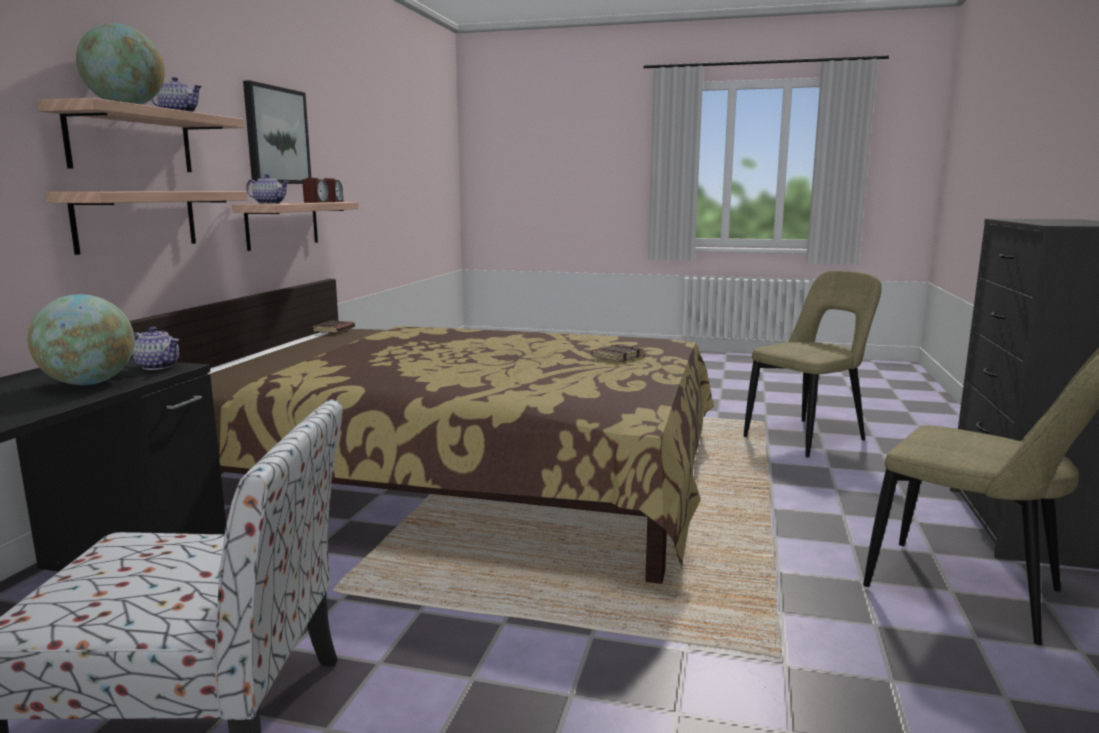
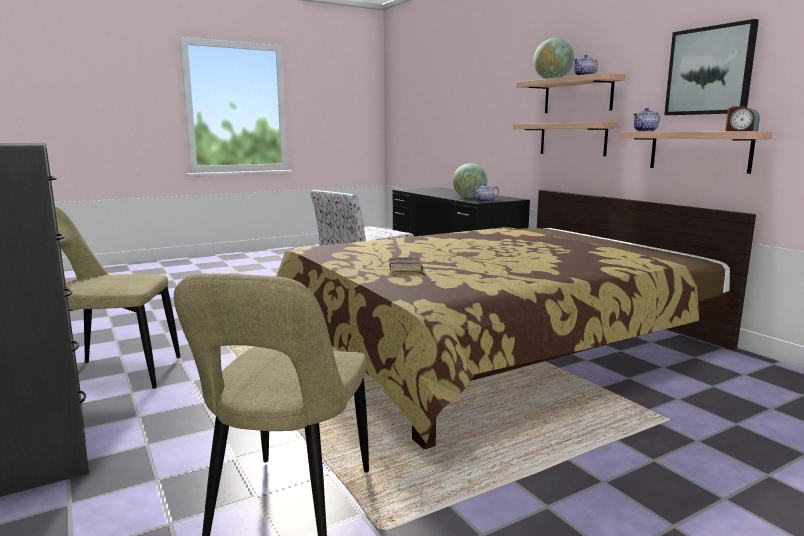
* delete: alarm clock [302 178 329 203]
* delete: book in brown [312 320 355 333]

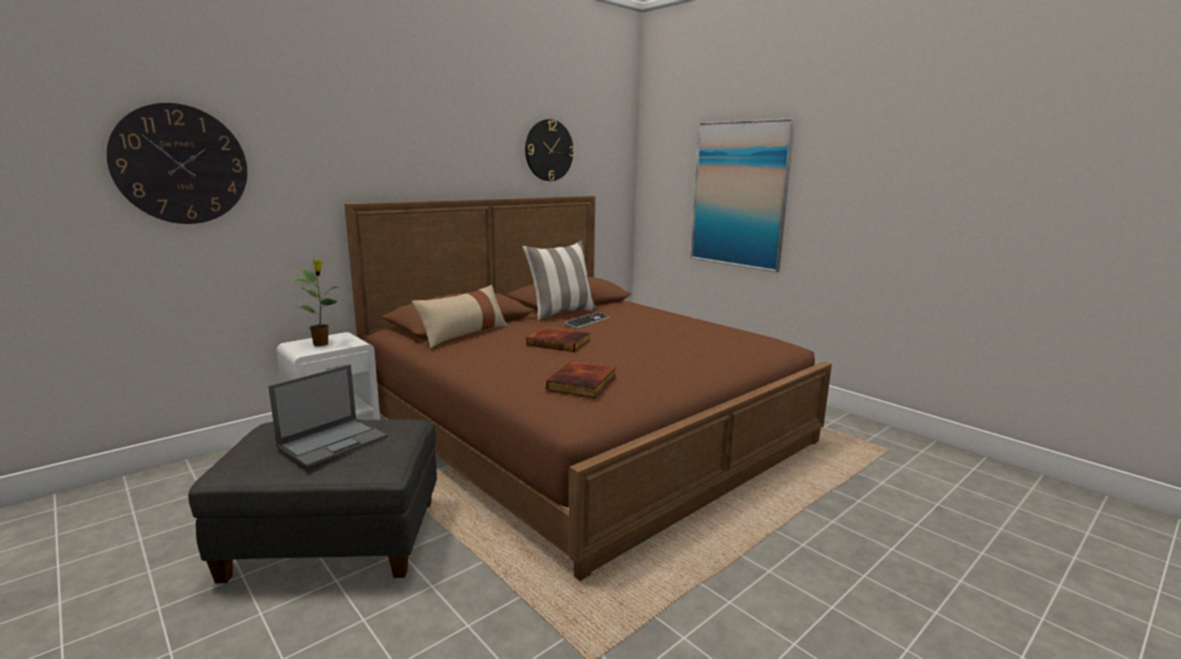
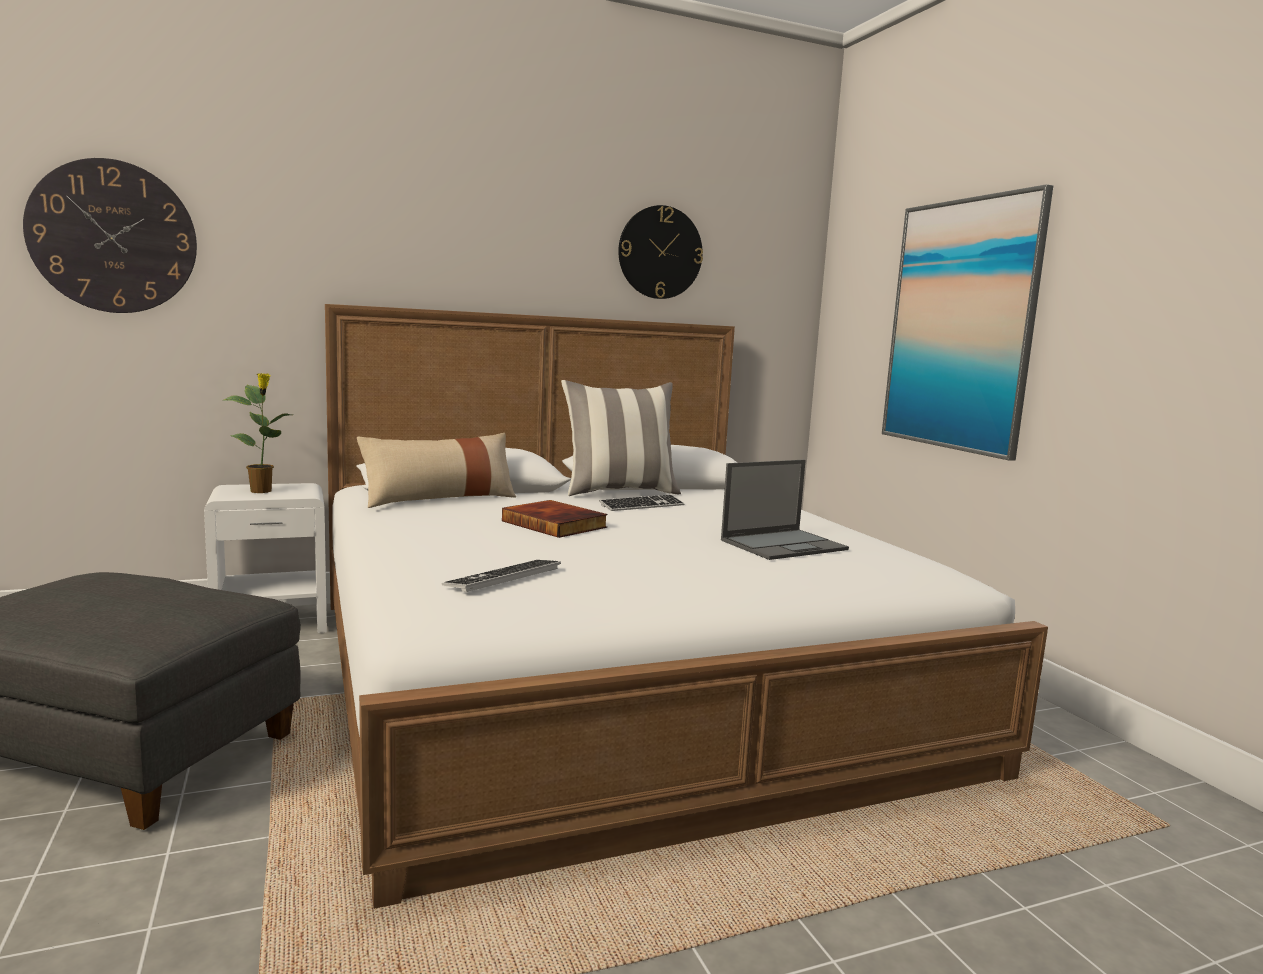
* recolor: bed in brown [344 196 832 581] to bed in white [325 304 1048 909]
* replace: book [547 361 616 398] to keyboard [442 560 561 592]
* move: laptop [268 365 387 467] to [721 460 849 560]

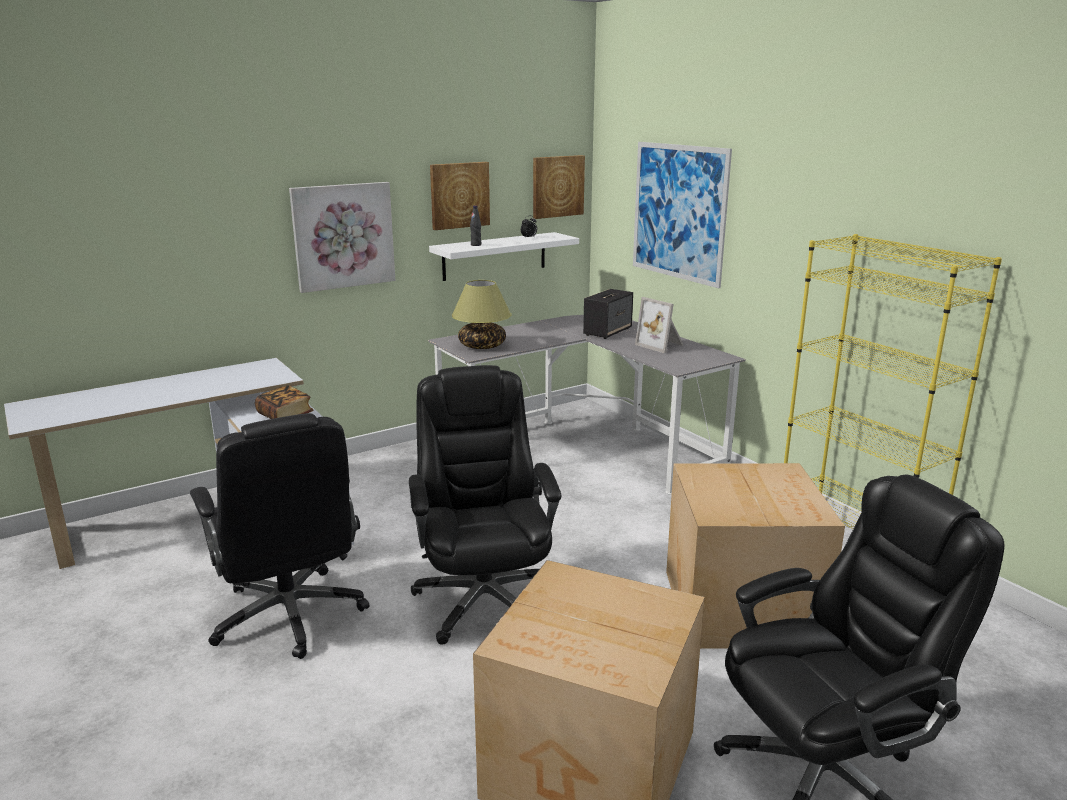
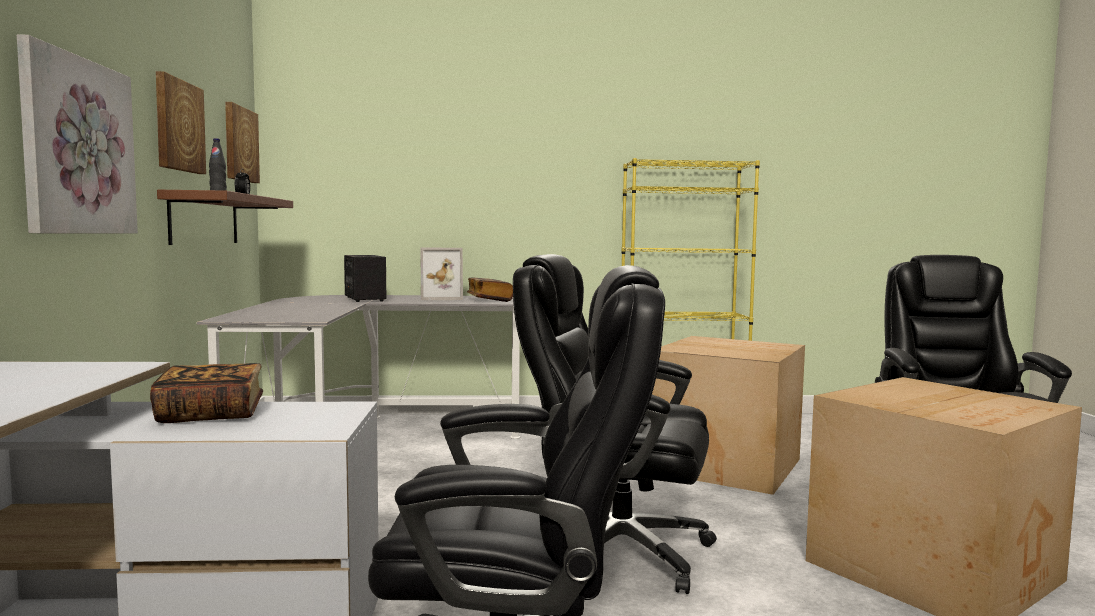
* delete: picture [633 142 732 288]
* recolor: shelf in white [429 232 579 281] to shelf in brown [157 190 293 245]
* delete: table lamp [452 280 511 349]
* insert: book [467 277 513 302]

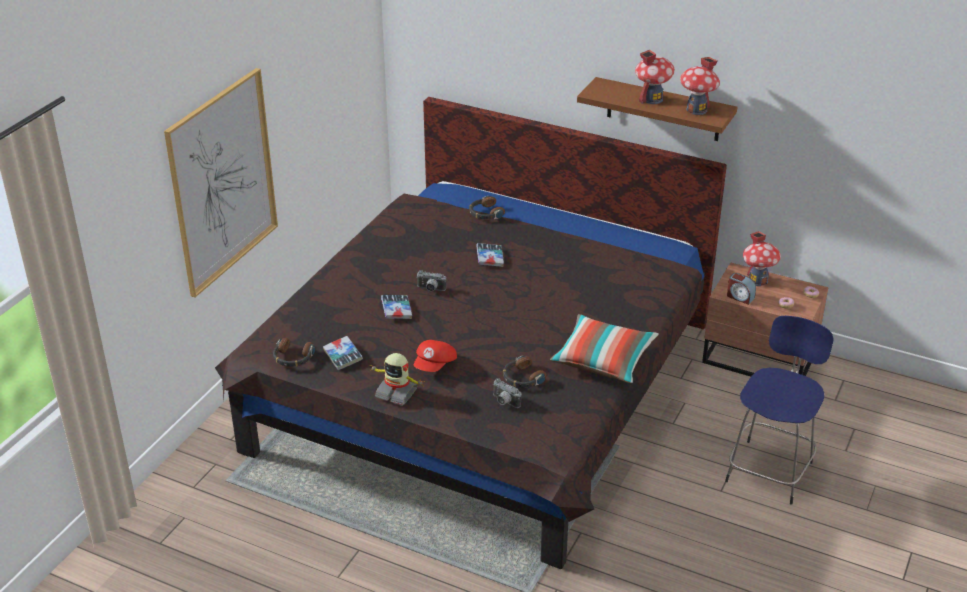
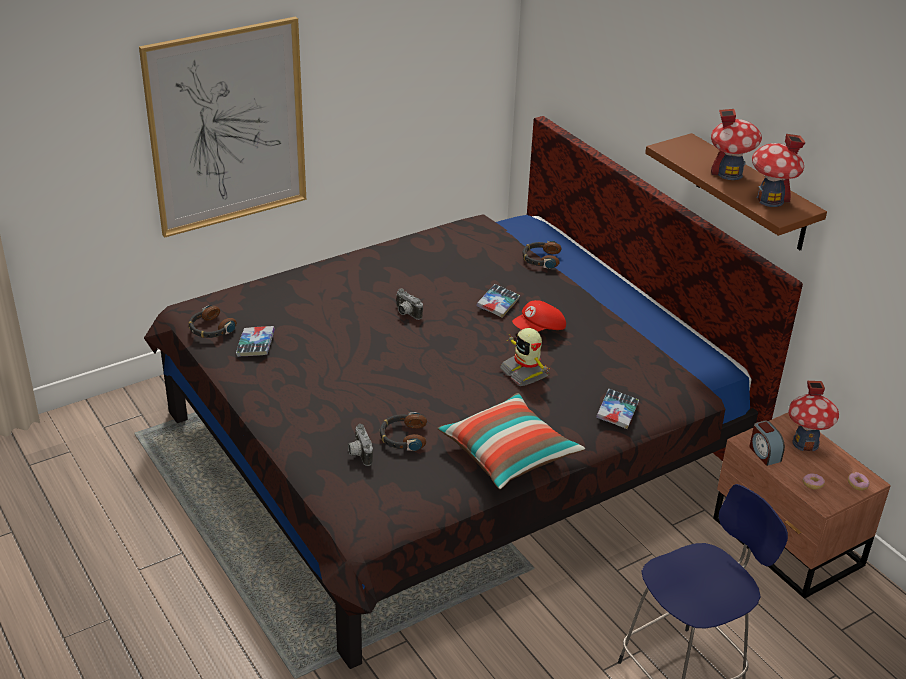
* move: book [381 295 412 319] to [596 389 639 429]
* move: cap in red [414 340 457 372] to [512 300 566 332]
* move: toy robot [370 353 425 406] to [500 328 550 386]

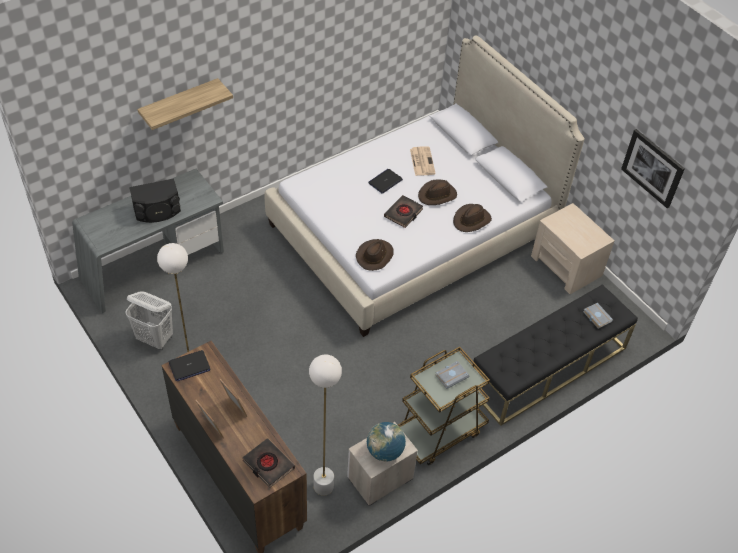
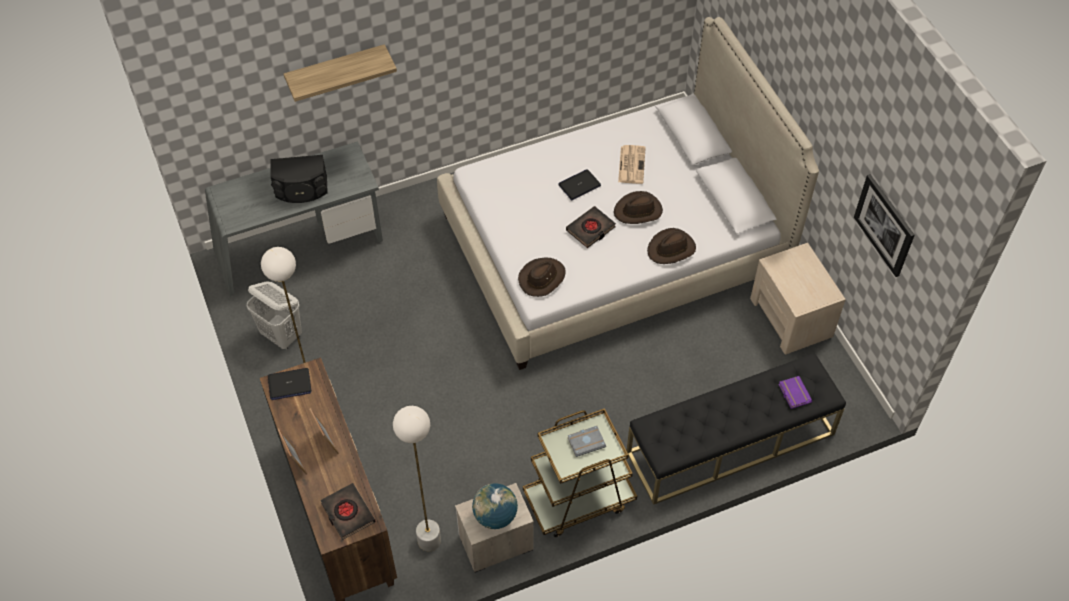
* recolor: book in grey [583 303 613 329] to book in purple [778 376 812 409]

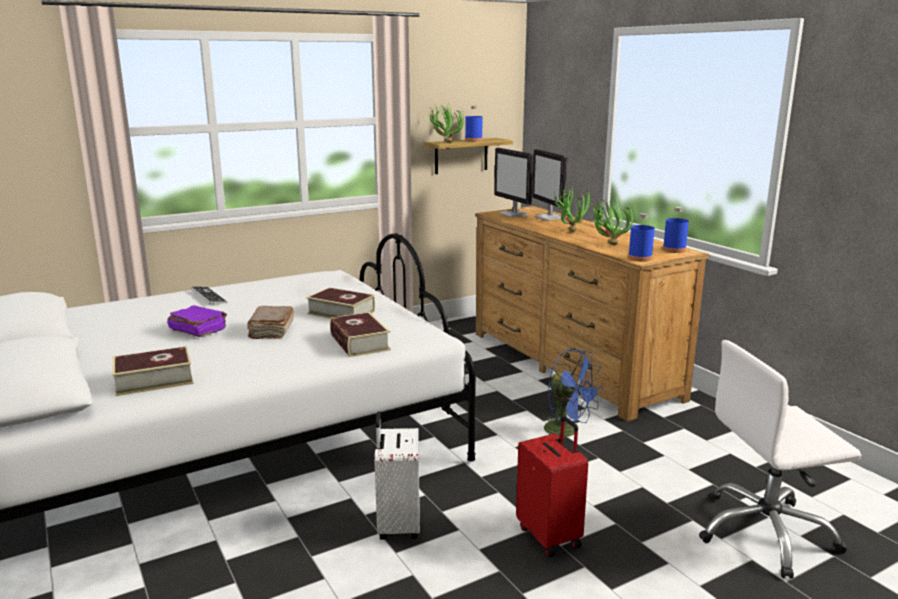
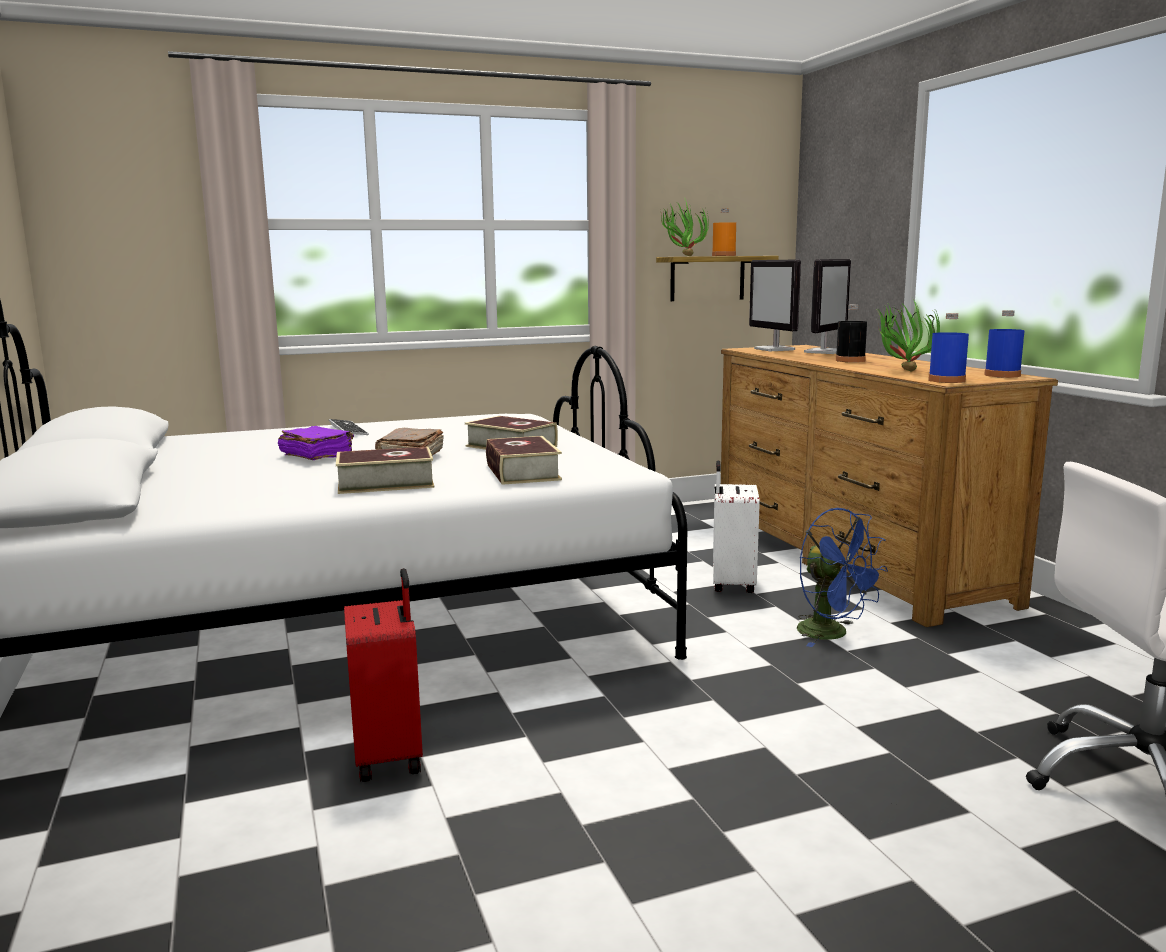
* recolor: bottle in blue [465 106 483 142] to bottle in orange [712 208 736 256]
* rotate: monitor [532 149 567 220] = [804 259 851 354] 135 degrees counterclockwise
* replace: potted plant [554 187 592 232] to bottle in black [836 305 867 362]
* move: book [112 346 193 396] to [336 447 435 494]
* move: suitcase in white [375 412 420 540] to [713 461 760 593]
* move: suitcase in red [516 416 588 557] to [344 568 423 782]

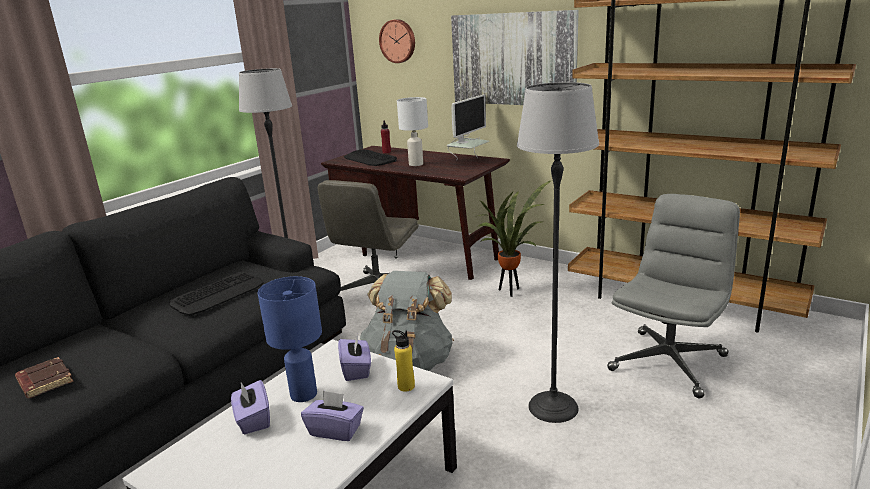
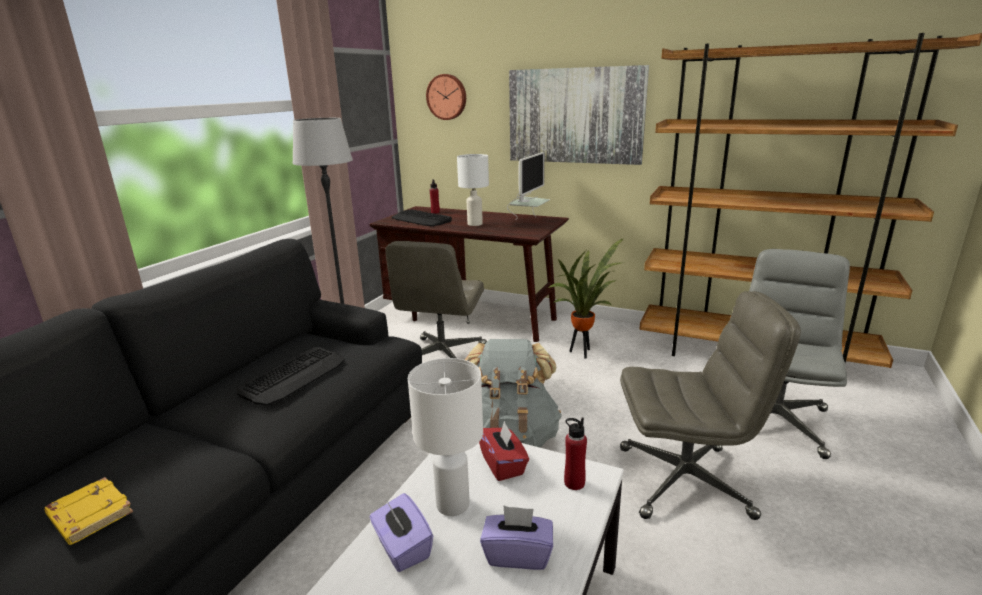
* replace: floor lamp [517 82 599 423] to office chair in grey [620 291 801 520]
* recolor: table lamp in blue [258 276 322 402] to table lamp in white [408 358 483 516]
* recolor: bottle in yellow [392 330 415 392] to bottle in red [564 418 587 490]
* recolor: tissue box in purple [338 334 371 381] to tissue box in red [479 421 529 481]
* recolor: book in brown [15 357 73 398] to book in yellow [44 477 133 545]

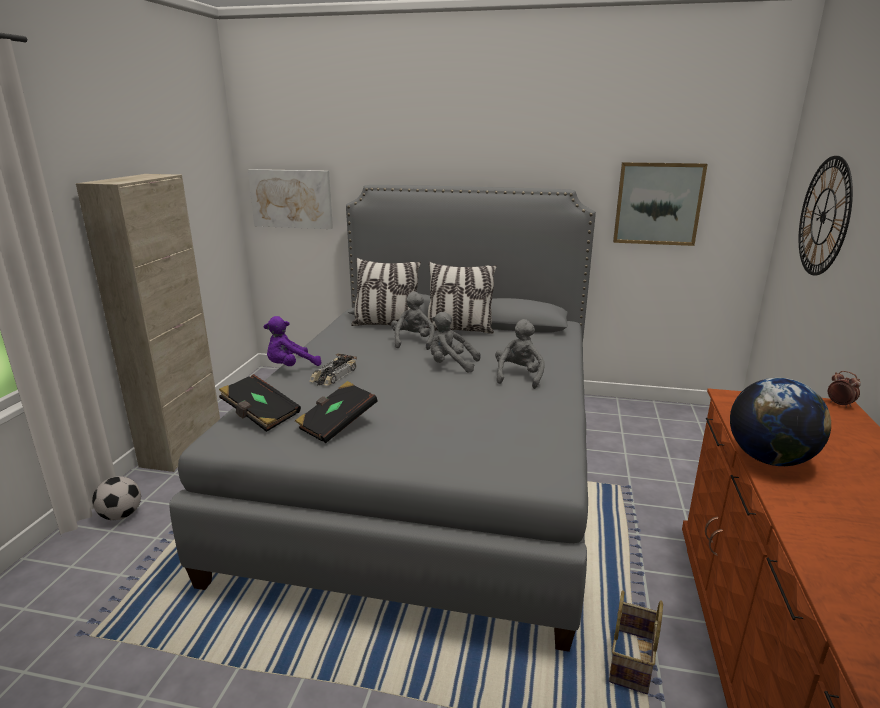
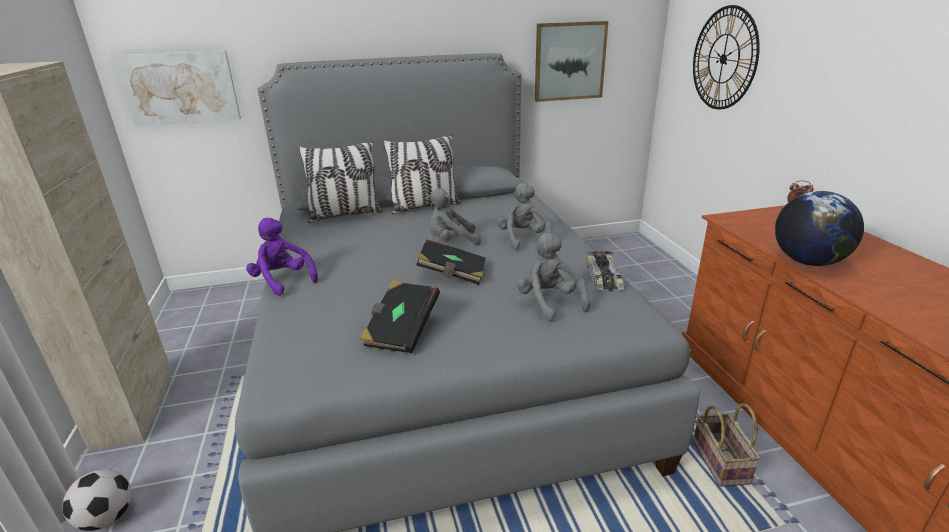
* move: plush toy in grey [391 291 435 350] to [517 233 590 321]
* rotate: plush toy in purple [264 316 322 366] = [246 218 318 296] 105 degrees clockwise
* move: toy car [310 354 357 386] to [586 251 624 292]
* move: book in black [219 374 301 432] to [416 239 486 285]

